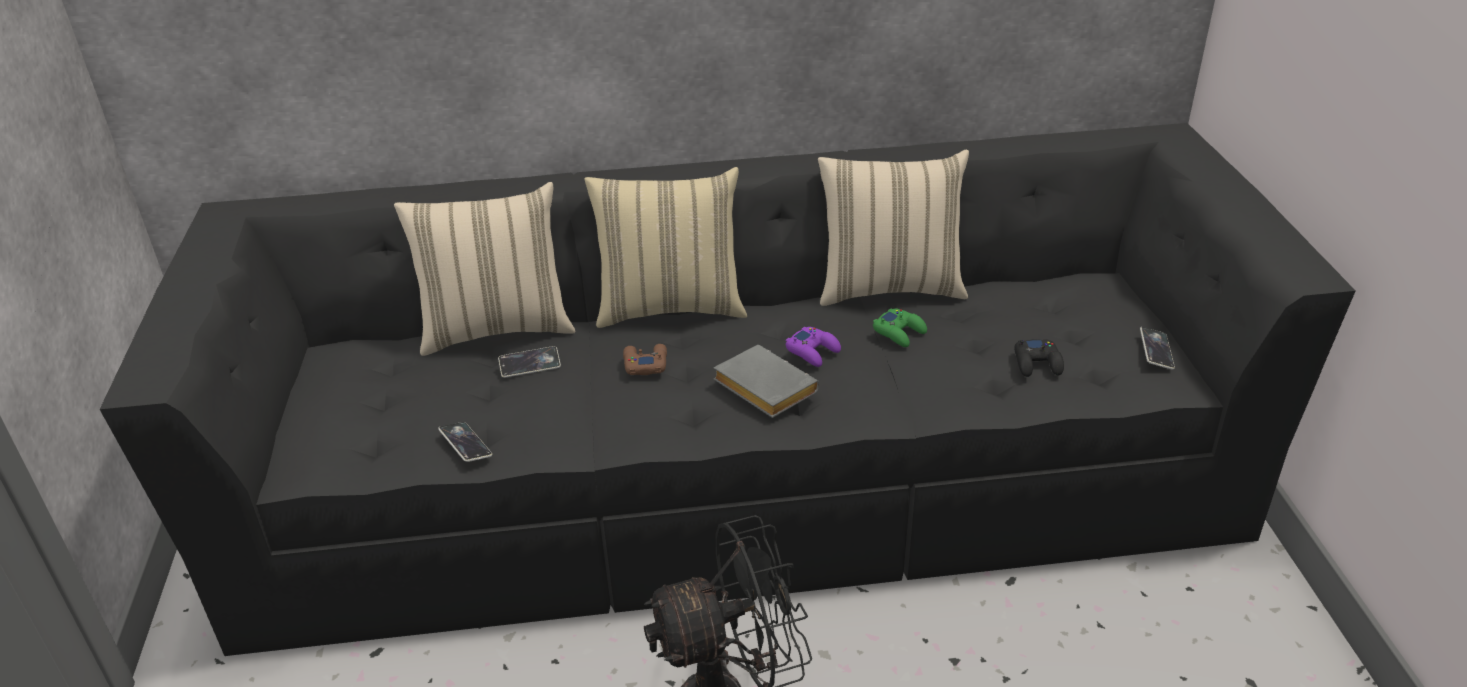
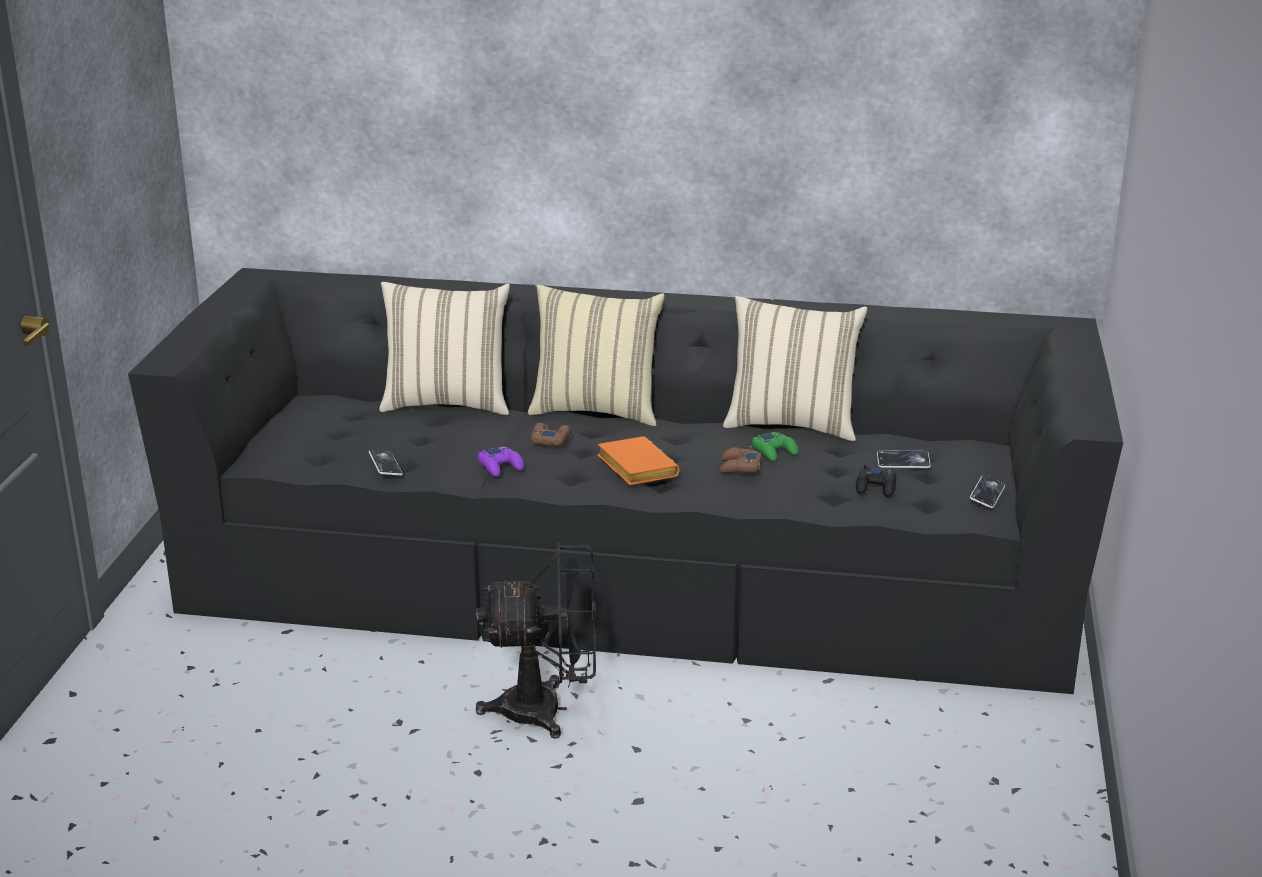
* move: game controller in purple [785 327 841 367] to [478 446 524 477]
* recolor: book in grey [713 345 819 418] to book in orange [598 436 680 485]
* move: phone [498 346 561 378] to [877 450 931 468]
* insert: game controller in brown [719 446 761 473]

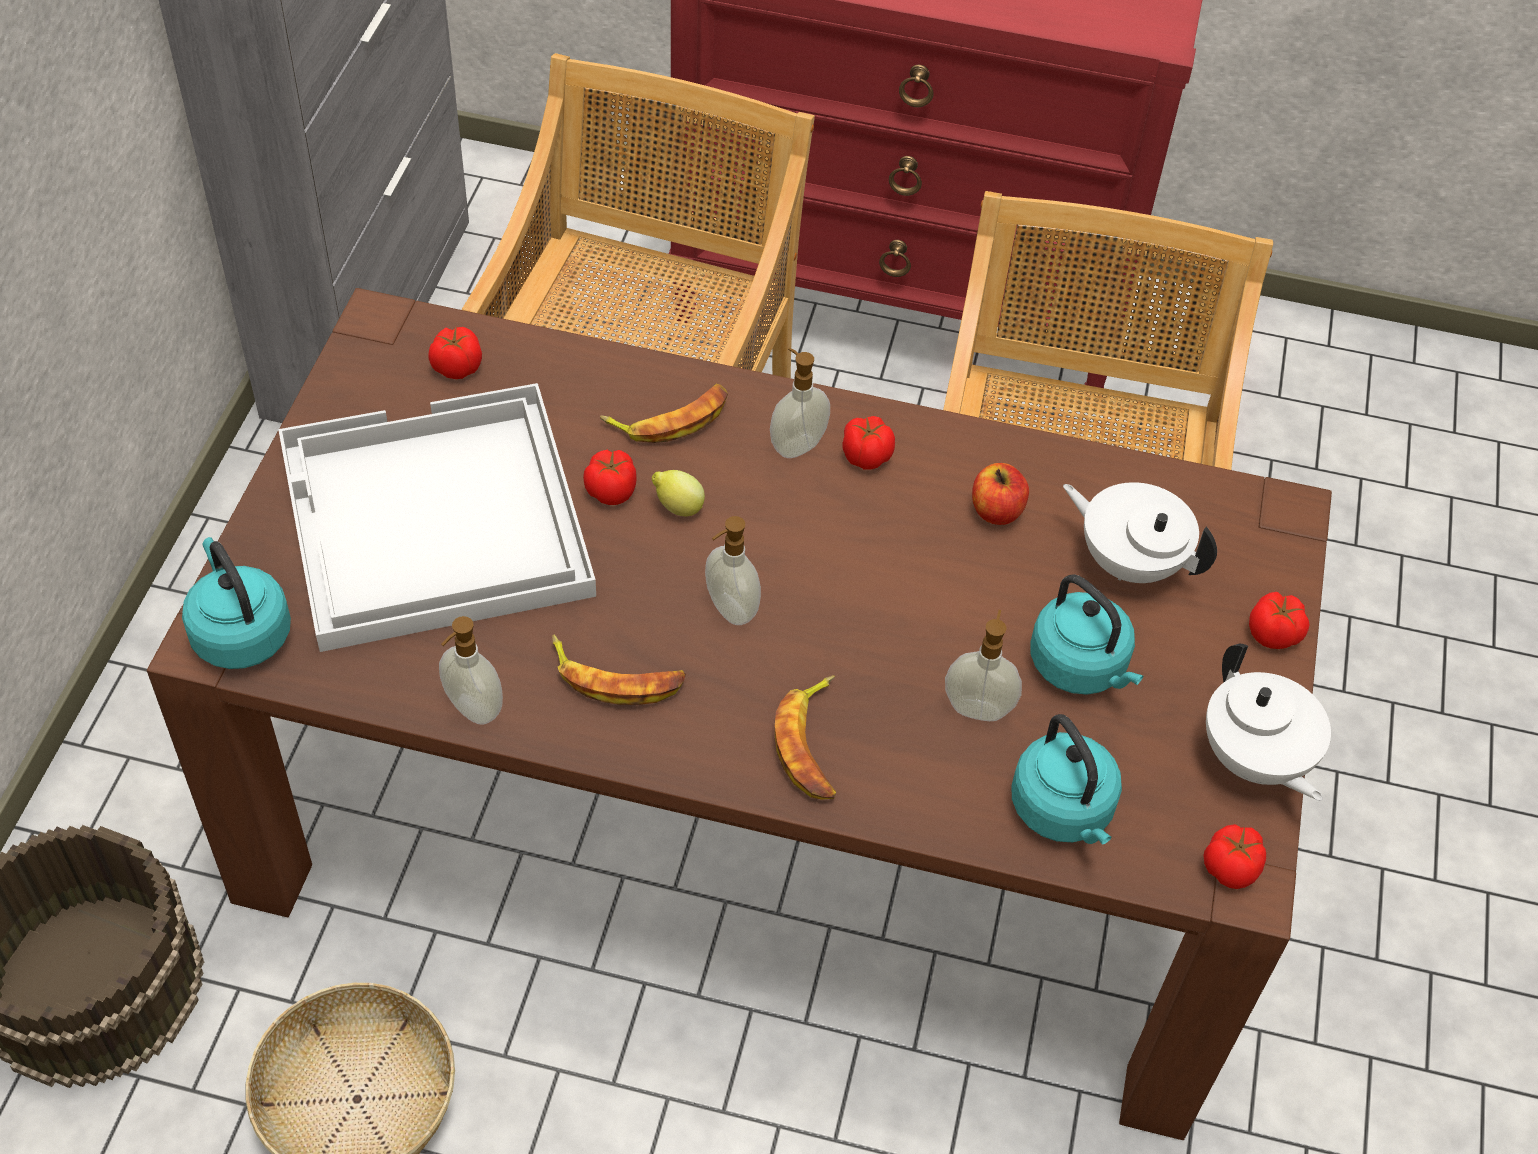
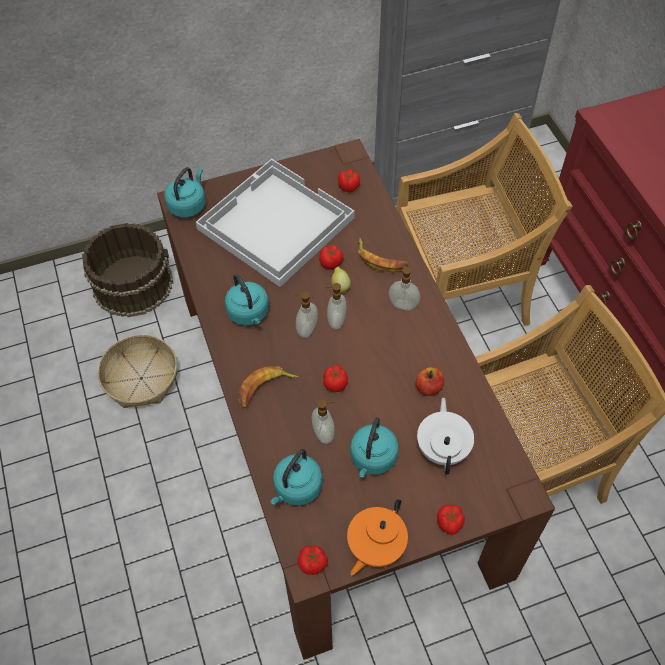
* move: tomato [842 416 895 470] to [323 365 348 392]
* move: soap dispenser [439 616 503 725] to [325 283 346 329]
* replace: banana [552 635 686 705] to kettle in turquoise [225 274 269 326]
* recolor: teapot in white [1206 644 1331 801] to teapot in orange [347 499 408 575]

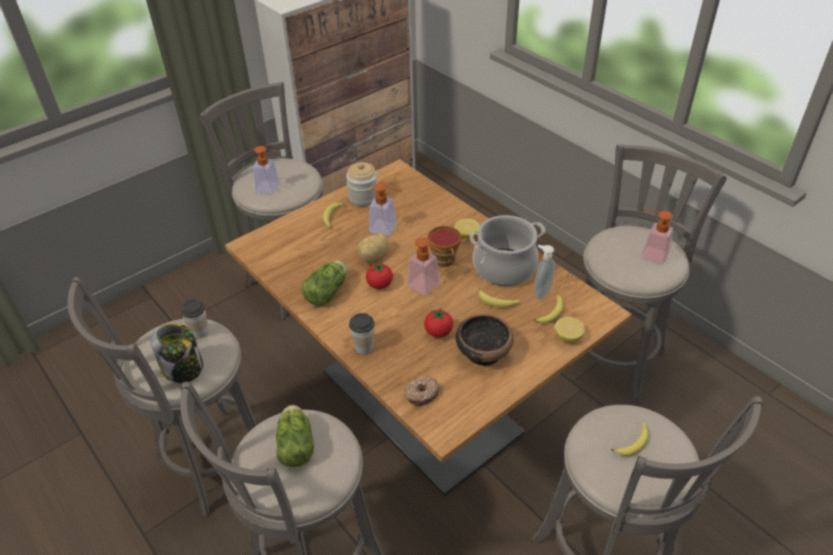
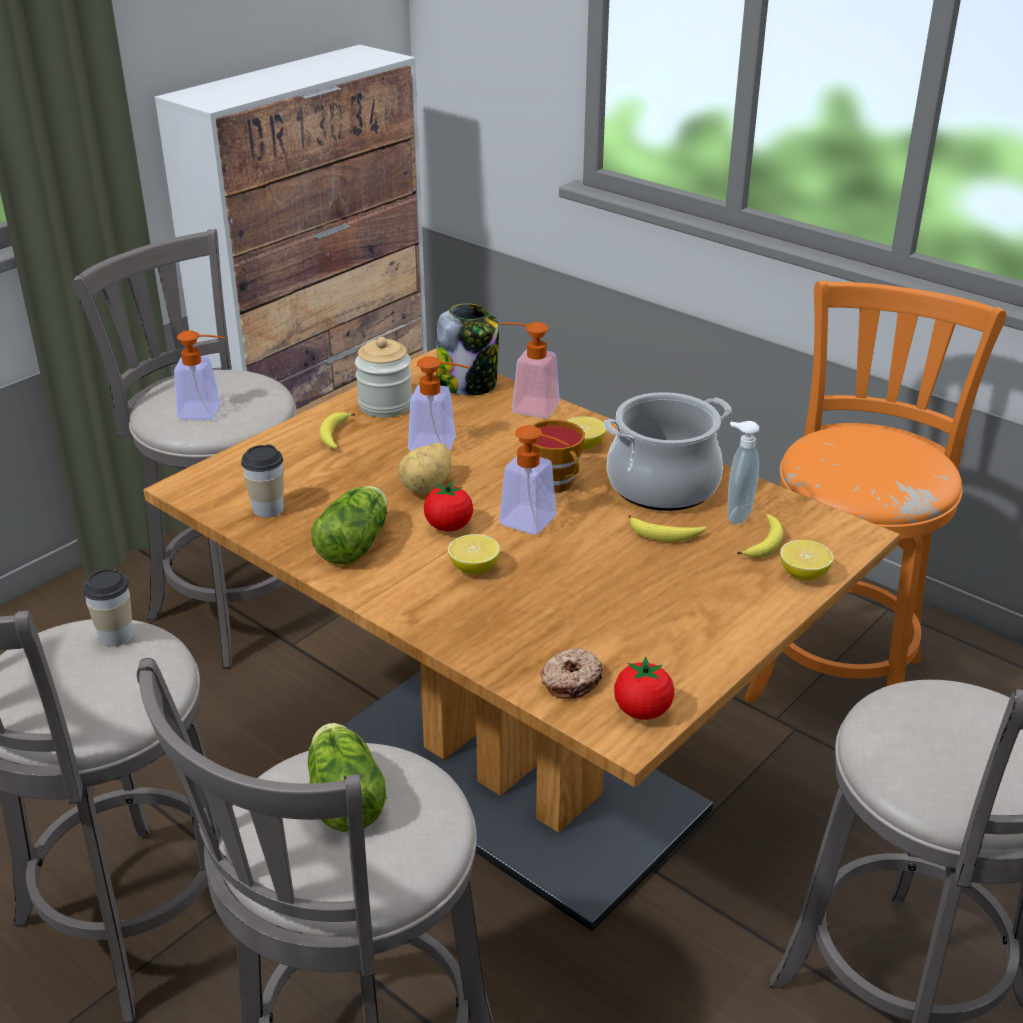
* recolor: stool in grey [584 144 727 404] to stool in orange [744 280 1006 703]
* move: soap dispenser [641 209 673 264] to [500 322 560 418]
* move: tomato [424 308 453 338] to [614 657 674 720]
* move: cup [349 313 375 355] to [241 444 284 518]
* delete: bowl [456 314 514 366]
* move: jar [150 323 203 383] to [436 304 499 396]
* delete: banana [611 422 649 456]
* insert: lemon [448 534 500 574]

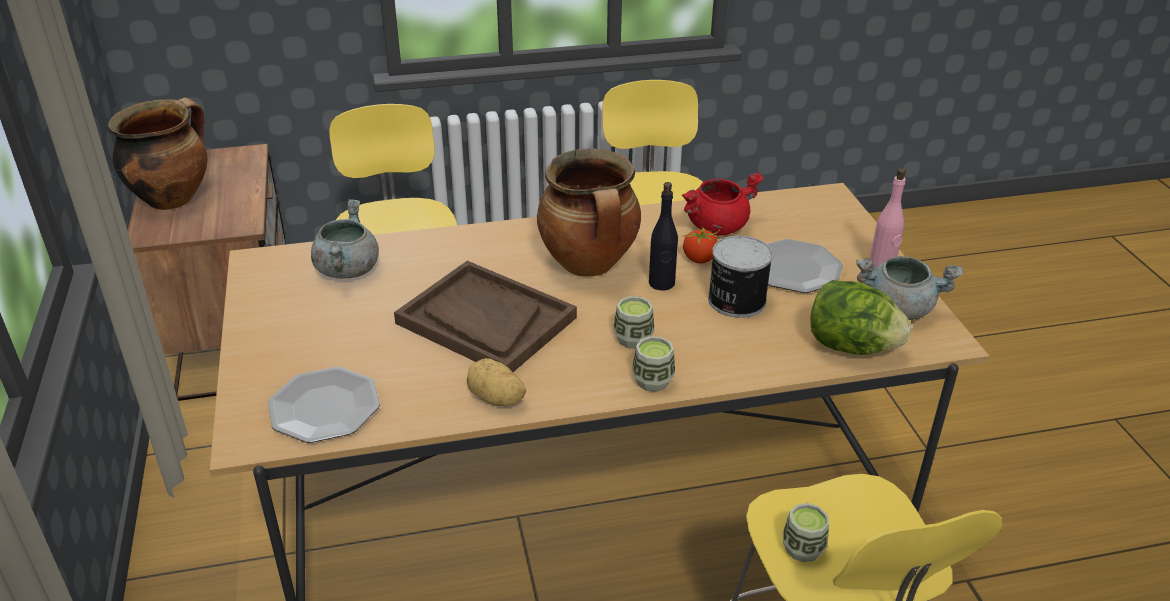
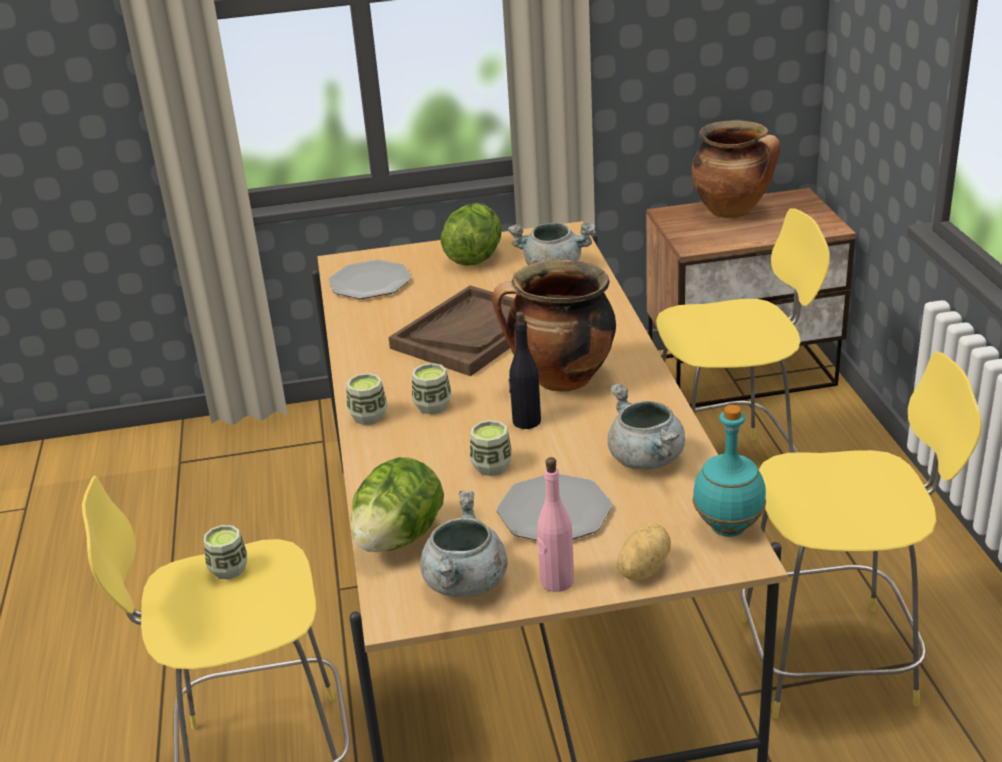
* recolor: cooking pot in red [682 172 764 236] to cooking pot in grey [608 384 685 469]
* delete: tomato [683 227 720 263]
* replace: can [708 236 773 318] to cup [470 420 512 476]
* move: potato [467 358 526 406] to [617 523 671 580]
* insert: lettuce [440 203 502 266]
* insert: bottle in turquoise [692 405 766 537]

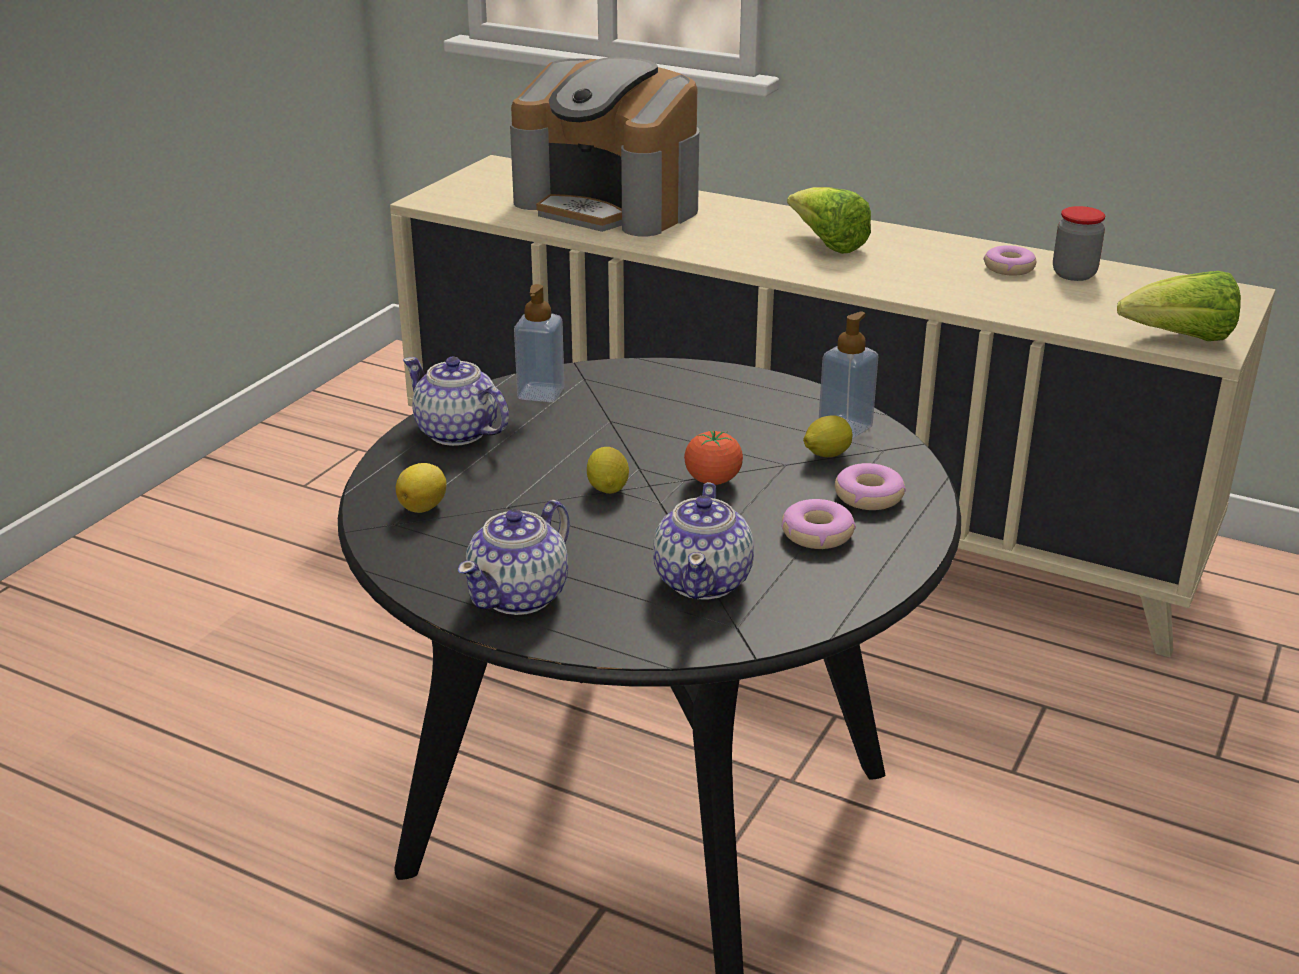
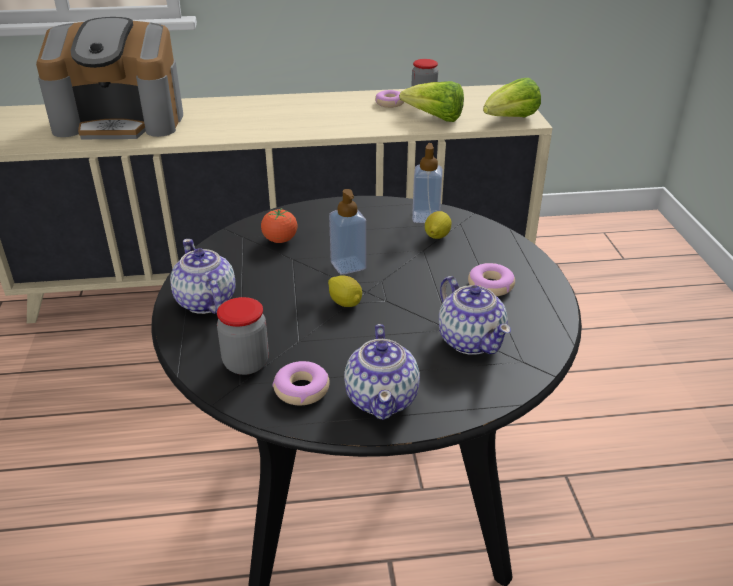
* move: lettuce [787 187 871 254] to [399 81 464 122]
* move: soap dispenser [514 284 565 402] to [329 189 366 275]
* rotate: teapot [403 357 509 446] = [170 239 236 314] 60 degrees clockwise
* move: tomato [684 430 743 485] to [261 208 297 243]
* replace: lemon [396 463 447 513] to jar [217 297 269 375]
* move: donut [835 463 906 510] to [273 361 330 405]

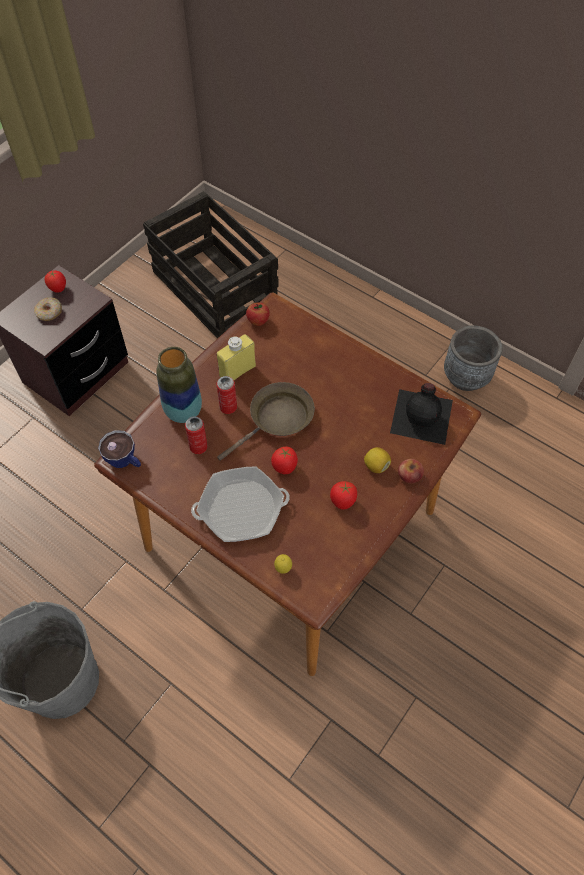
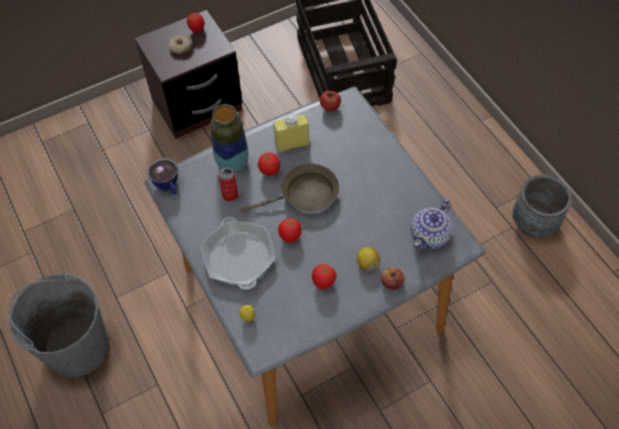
* recolor: dining table in brown [94 293 481 676] to dining table in grey [145 87 485 427]
* replace: can [217 376 237 414] to tomato [258 153 280 176]
* replace: bottle in black [390 383 453 445] to teapot [411 199 453 250]
* rotate: frying pan [191 466 290 542] = [201 217 276 290] 60 degrees clockwise

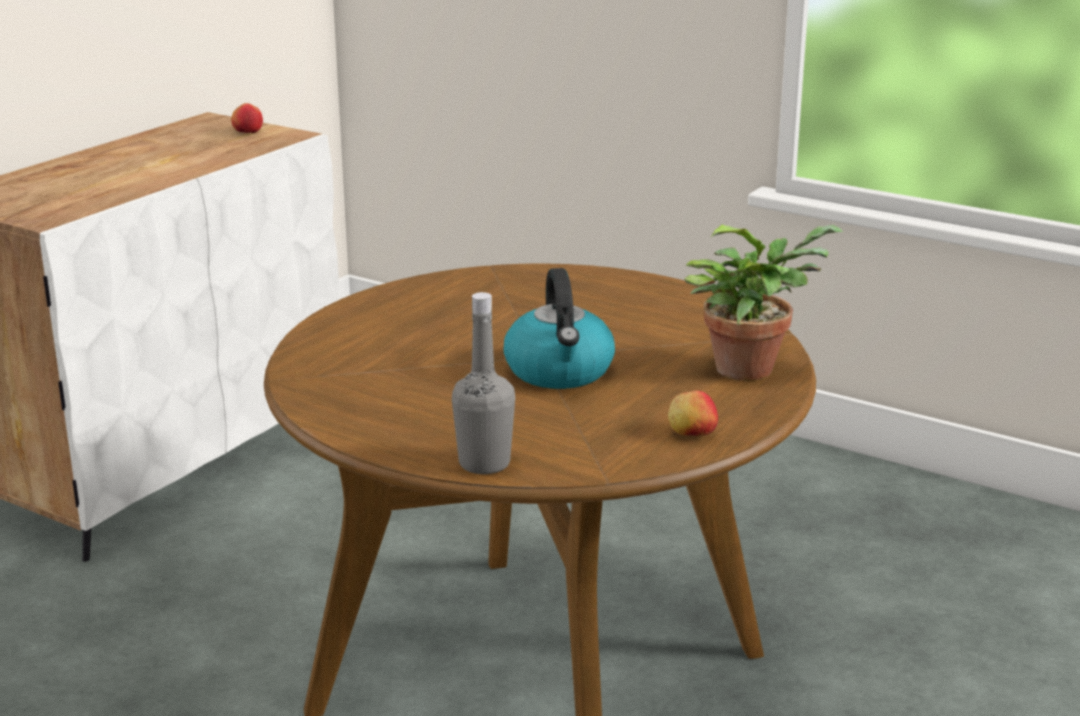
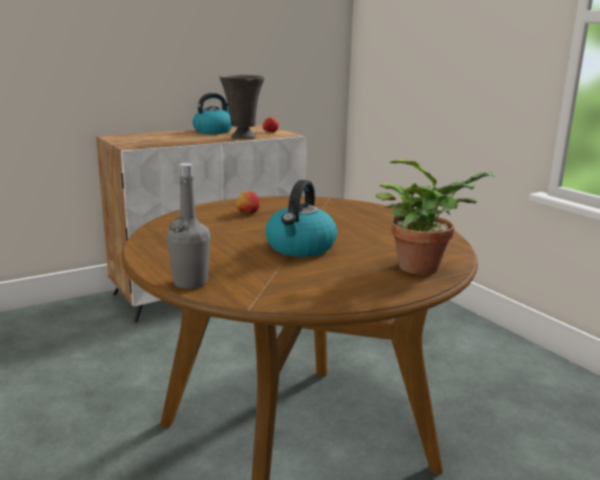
* move: apple [668 391 718 436] to [236 191 260 213]
* insert: vase in grey [219 75 265 139]
* insert: kettle [193 93 232 134]

